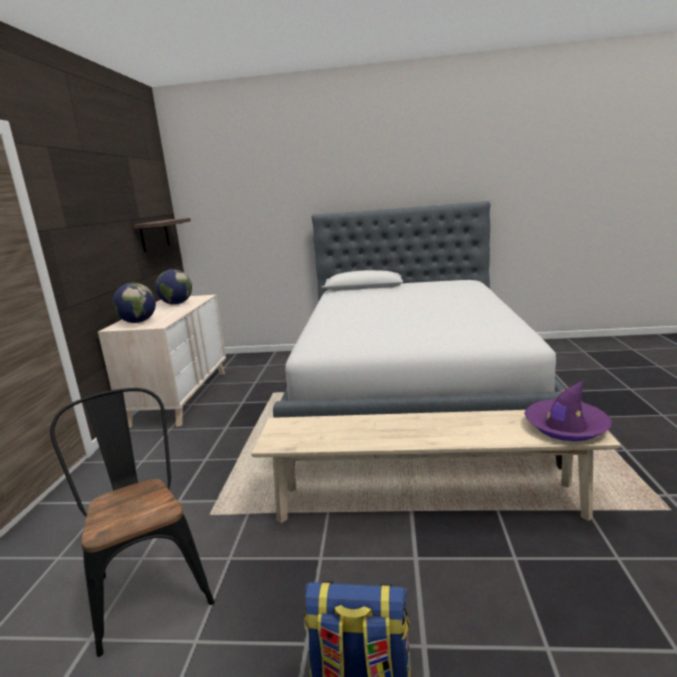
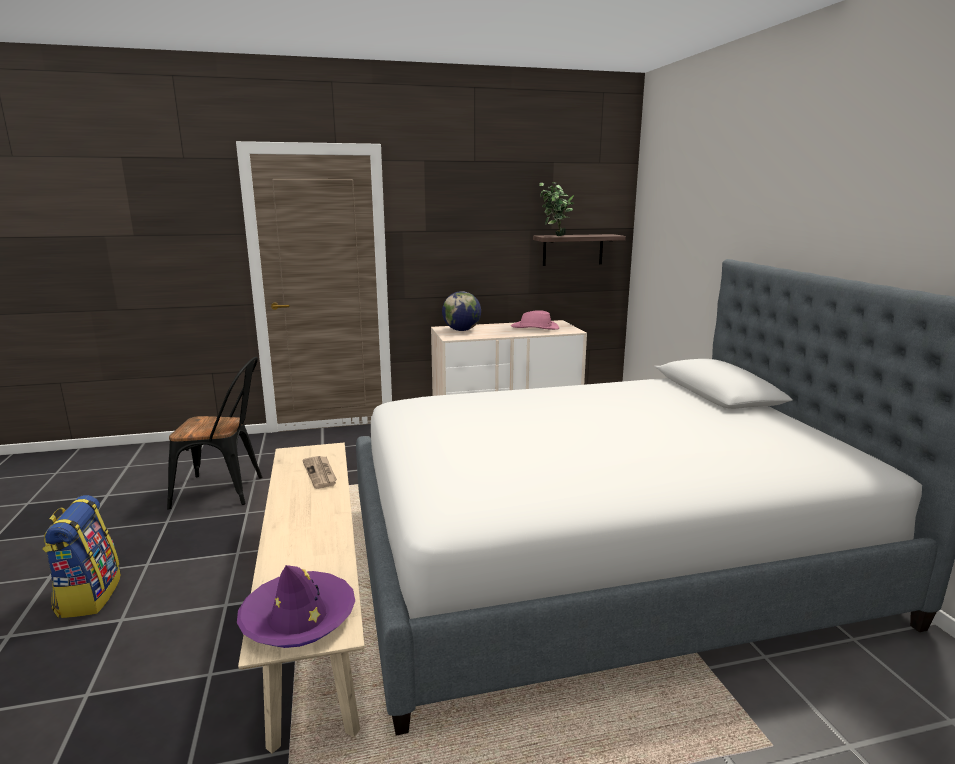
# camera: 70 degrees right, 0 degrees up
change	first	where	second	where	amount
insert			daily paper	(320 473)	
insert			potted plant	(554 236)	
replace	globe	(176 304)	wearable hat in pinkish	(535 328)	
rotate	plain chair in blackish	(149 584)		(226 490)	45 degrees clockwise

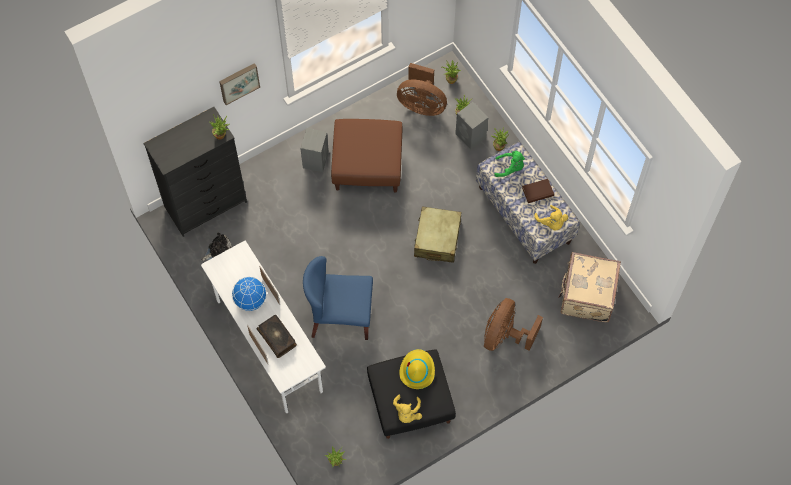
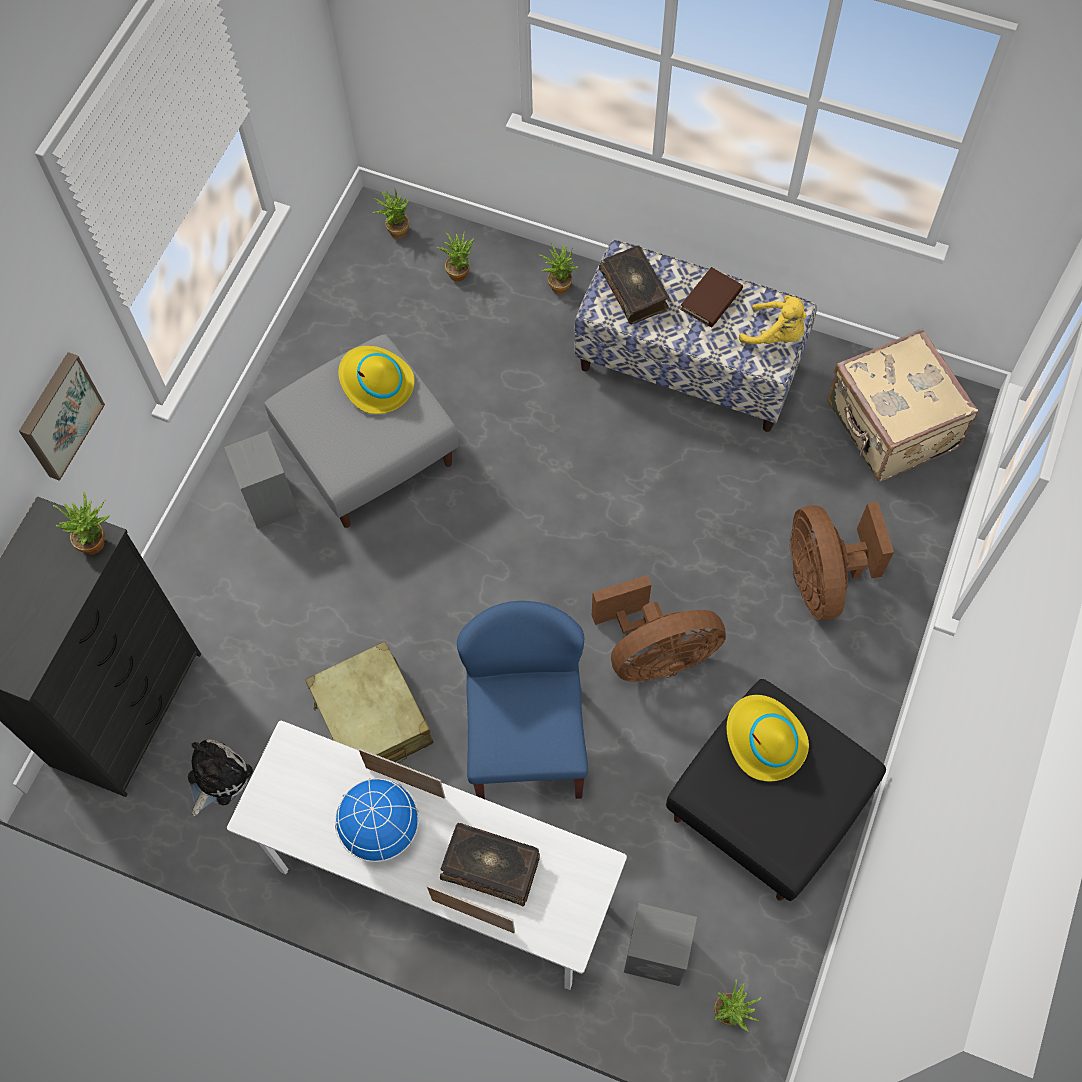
# camera: 35 degrees left, 0 degrees up
change	first	where	second	where	amount
delete	plush toy in yellow	(407 413)			
insert			wearable hat in yellow	(376 383)	
move	fan in brownish	(421 104)		(655 654)	
move	suitcase in beige-coloured	(437 239)		(372 719)	
move	audio speaker in greyish	(471 136)		(658 954)	
replace	plush toy in greenish	(510 168)	bound book	(634 290)	
recolor	footrest in brownish	(367 166)	footrest in greyish	(368 454)	
rotate	plain chair in blue	(340 316)		(526 740)	120 degrees clockwise

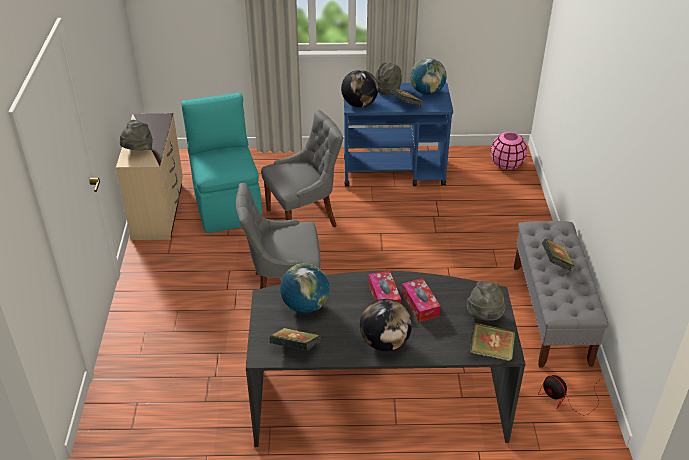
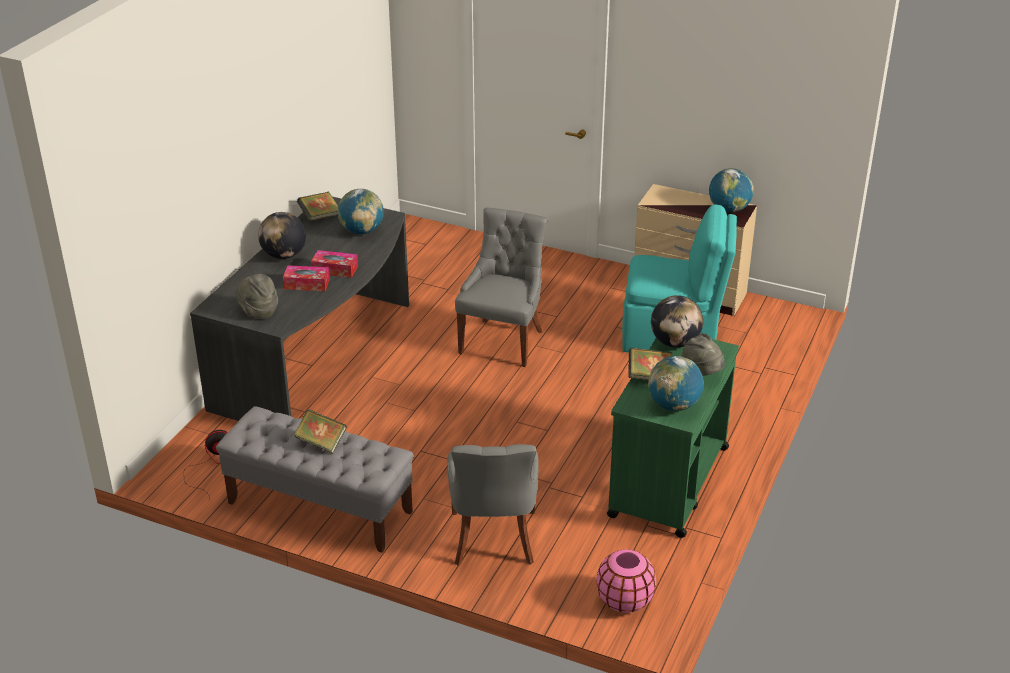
# camera: 115 degrees right, 5 degrees down
change	first	where	second	where	amount
delete	wearable hat in greyish	(138 151)			
delete	bound book	(490 351)			
insert			globe	(729 209)	
move	plain chair in greyish	(303 218)		(493 539)	
recolor	trolley in blue	(394 171)	trolley in greenish	(668 482)	

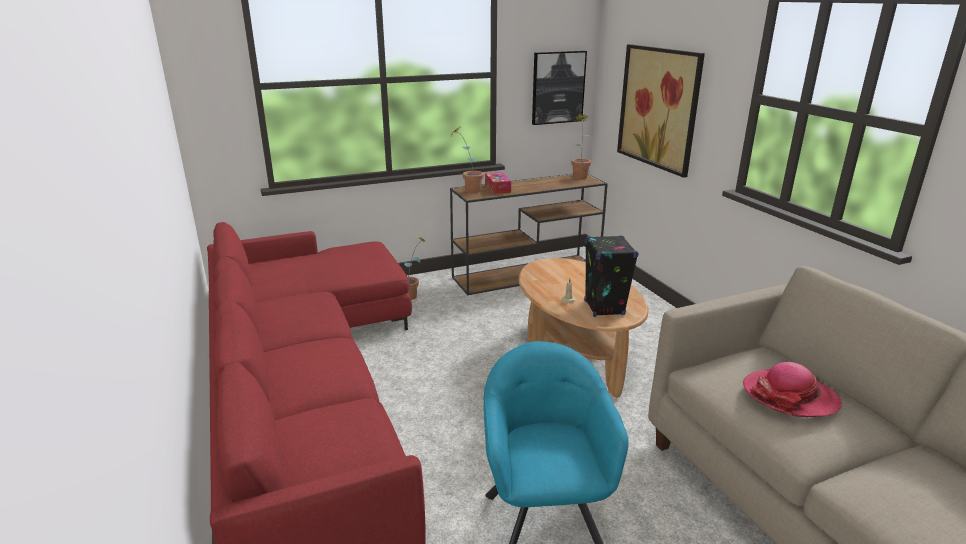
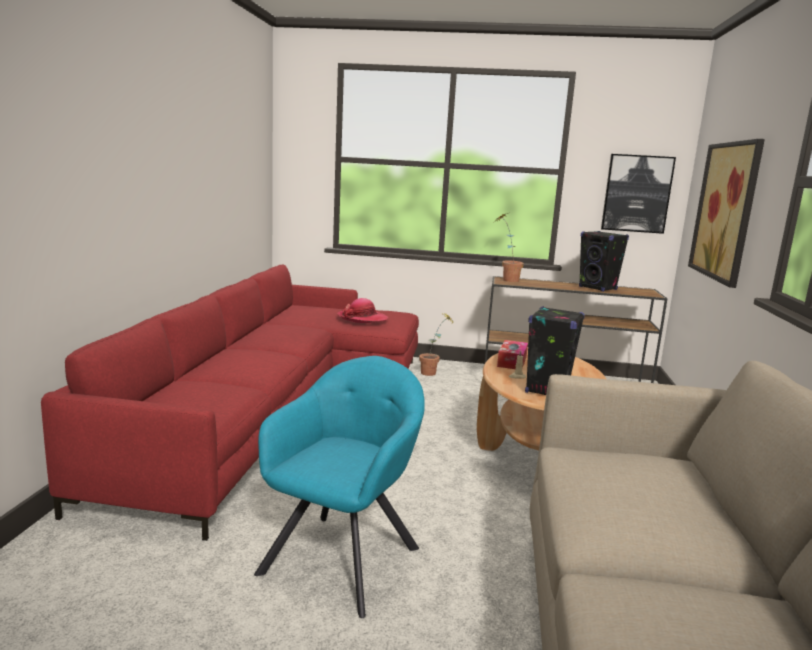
# camera: 30 degrees right, 10 degrees down
change	first	where	second	where	amount
delete	potted plant	(579 176)			
insert			audio speaker in blackish	(598 288)	
move	box of tissues	(497 188)		(512 361)	
move	wearable hat	(790 396)		(362 318)	

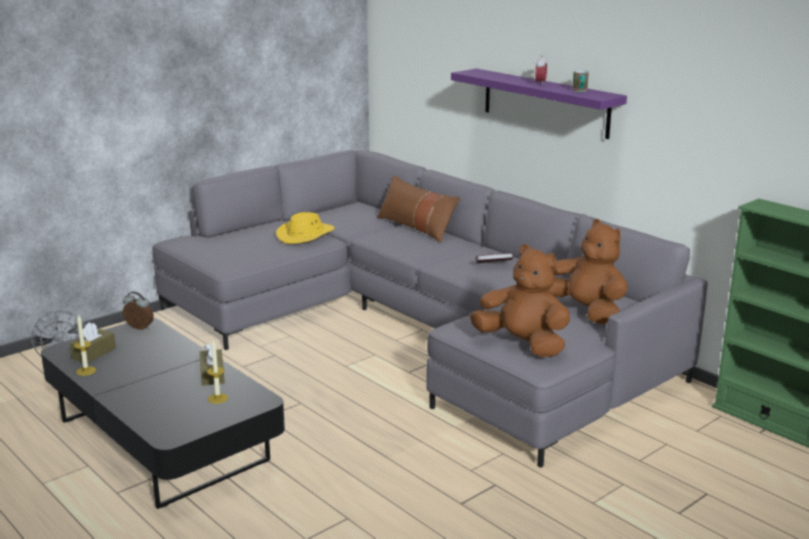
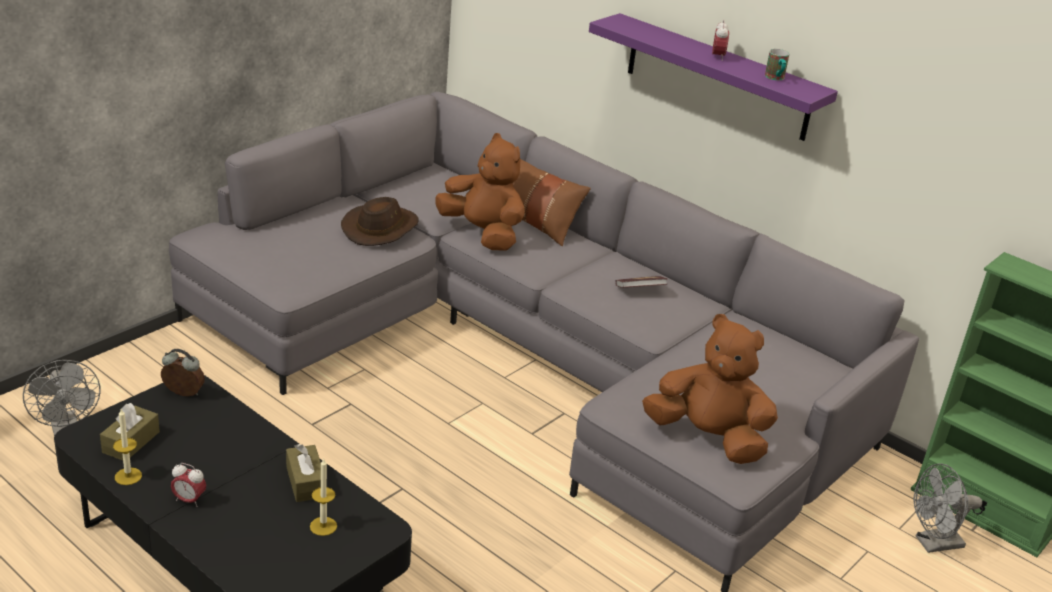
# camera: 10 degrees left, 10 degrees up
change	first	where	second	where	amount
insert			alarm clock	(189 500)	
insert			fan in greyish	(933 544)	
move	plush toy in brownish	(586 312)		(483 234)	
recolor	wearable hat in yellow	(306 235)	wearable hat in brownish	(380 228)	

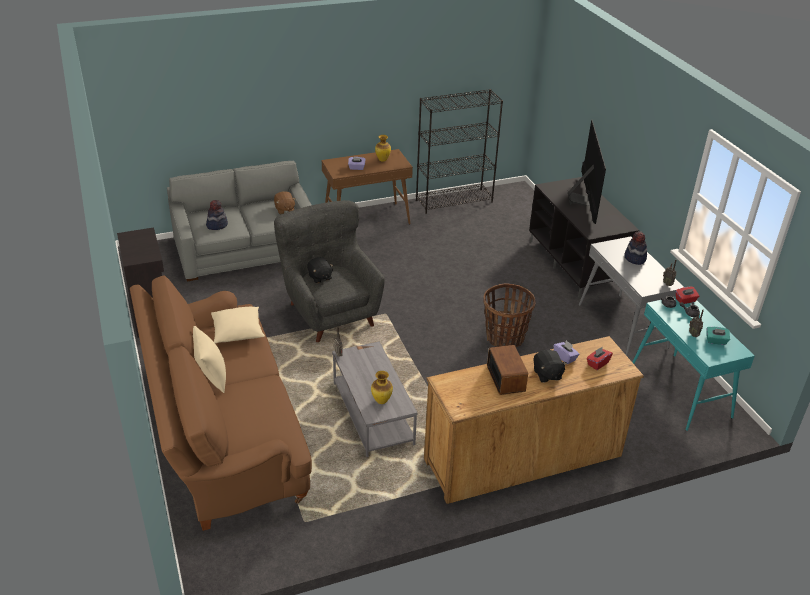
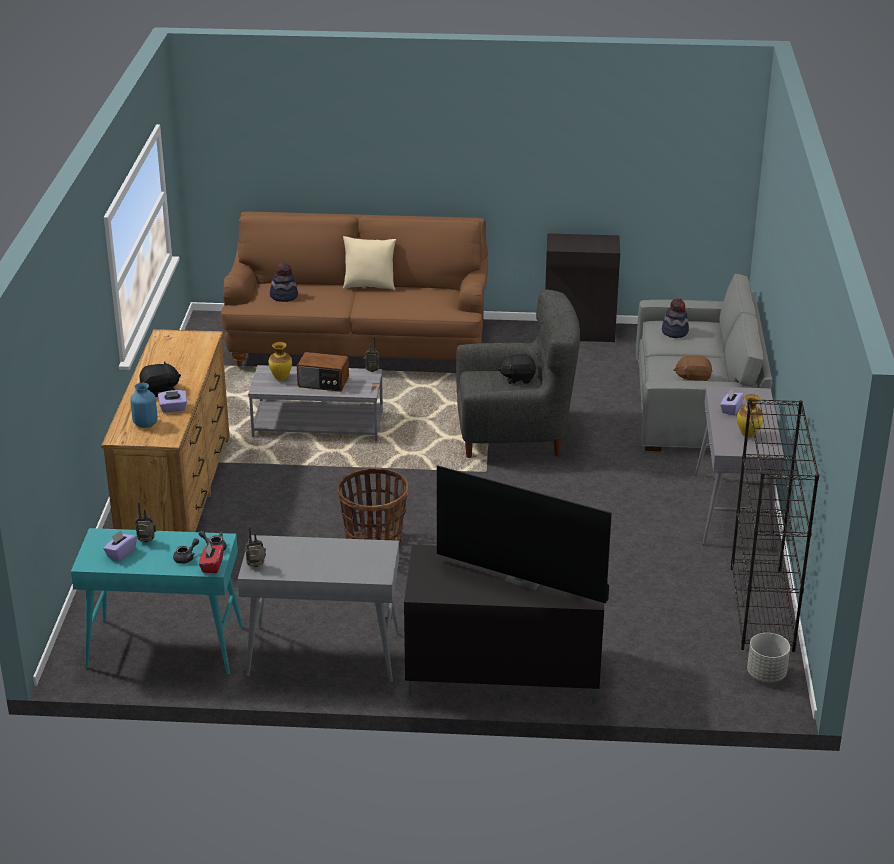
# camera: 115 degrees right, 5 degrees down
change	first	where	second	where	amount
delete	throw pillow in beige-coloured	(238 333)			
insert			flower pot in greyish	(766 674)	
move	radio set	(506 378)		(323 383)	
move	wearable hat	(634 258)		(284 296)	
replace	box of tissues in red-coloured	(597 363)	vase in blue	(145 424)	
recolor	narrow table in brownish	(367 219)	narrow table in greyish	(734 510)	
recolor	box of tissues in blue-green	(716 341)	box of tissues in purple-coloured	(121 553)	
rotate	plush toy in blackish	(547 374)		(160 390)	150 degrees clockwise

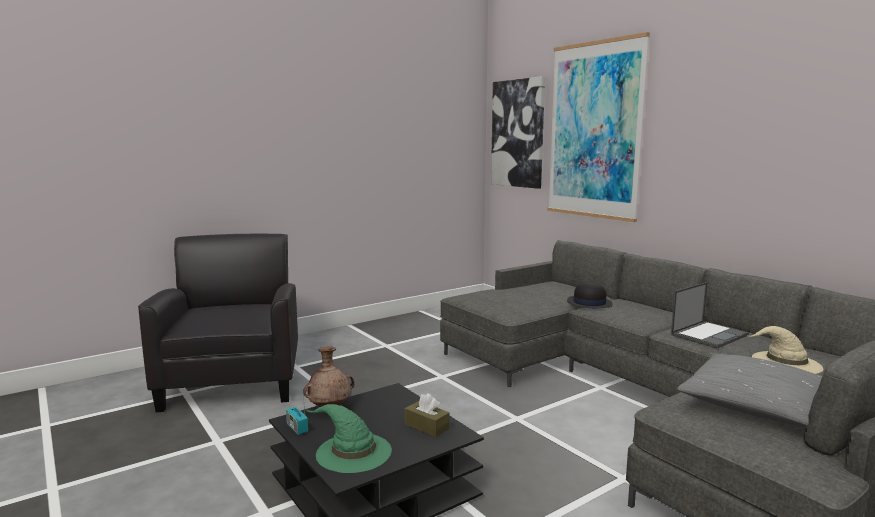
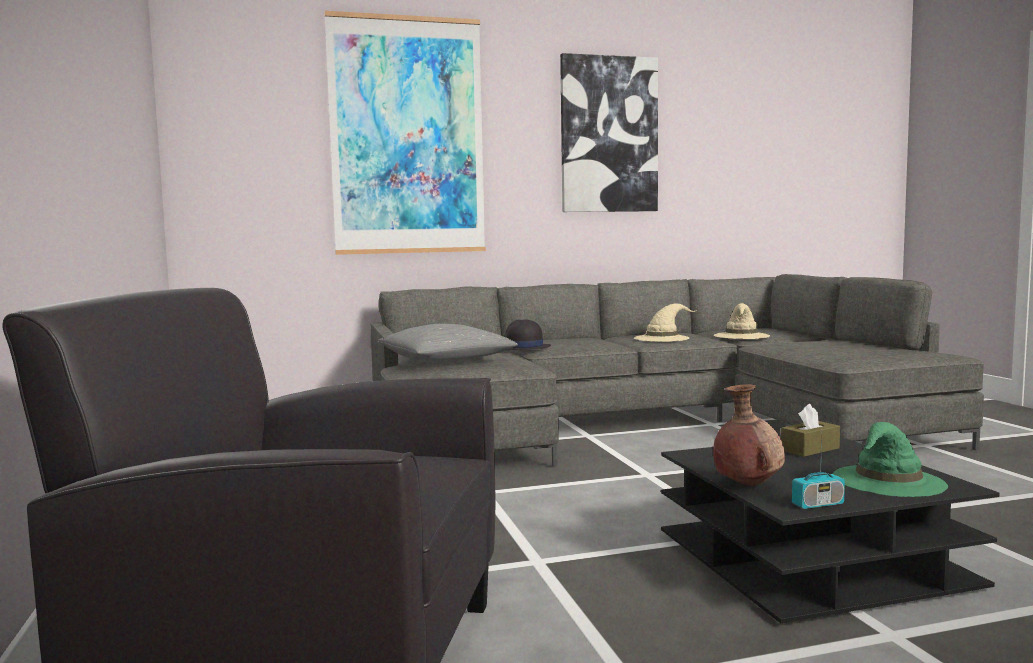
# camera: 70 degrees left, 5 degrees down
change	first	where	second	where	amount
move	picture	(518 133)		(608 135)	
move	throw pillow in greyish	(757 406)		(446 361)	
replace	portable computer	(709 335)	wearable hat in beige-coloured	(662 338)	

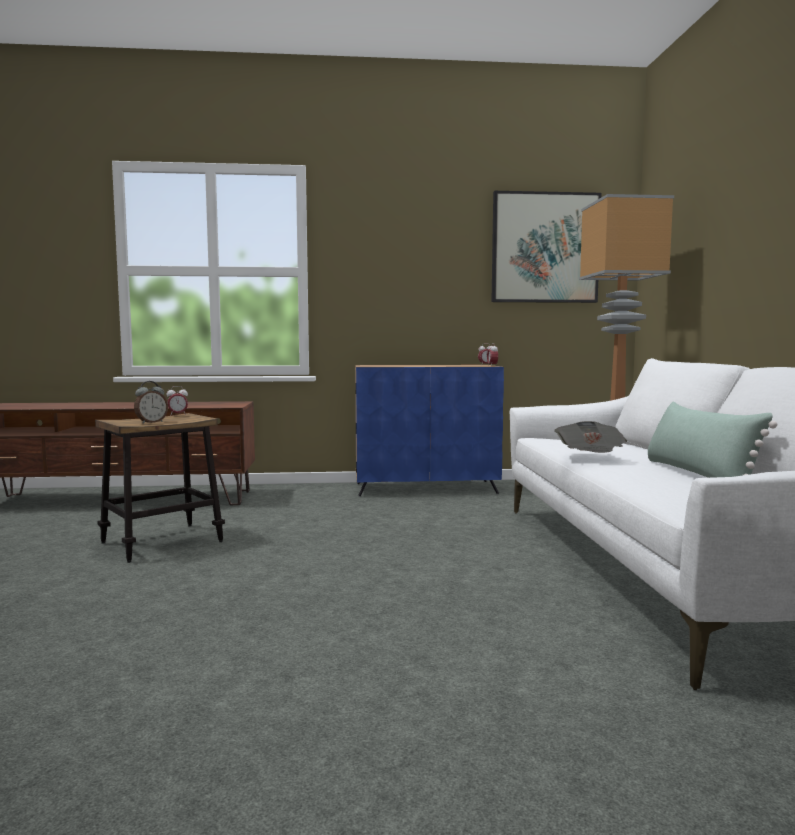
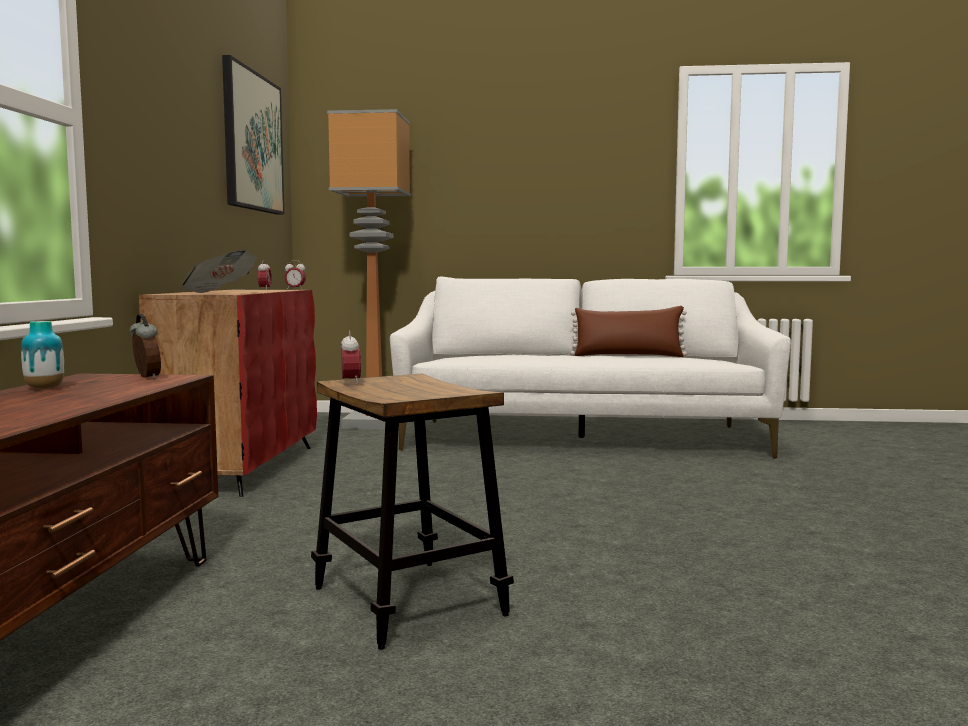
# camera: 80 degrees left, 0 degrees up
change	first	where	second	where	amount
insert			vase	(44 388)	
move	alarm clock	(151 422)		(145 377)	
move	daily paper	(590 457)		(219 293)	
recolor	cupboard in blue	(426 488)	cupboard in red-coloured	(242 468)	
recolor	throw pillow in greenish	(698 474)	throw pillow in brownish	(628 356)	

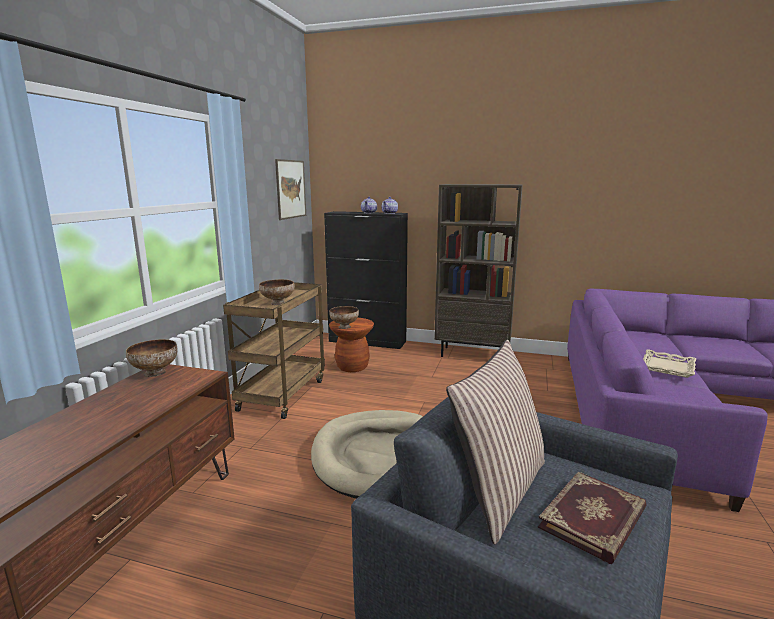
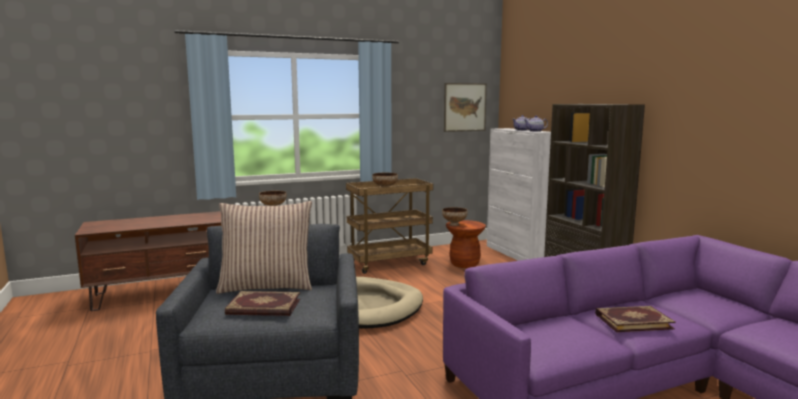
# camera: 50 degrees right, 5 degrees down
change	first	where	second	where	amount
replace	serving tray in beige-coloured	(667 367)	bound book	(633 321)	
recolor	cupboard in blackish	(367 341)	cupboard in whitish	(516 254)	

